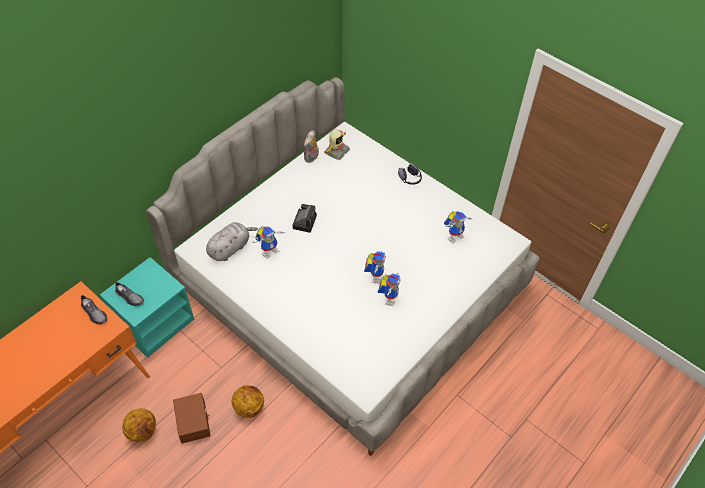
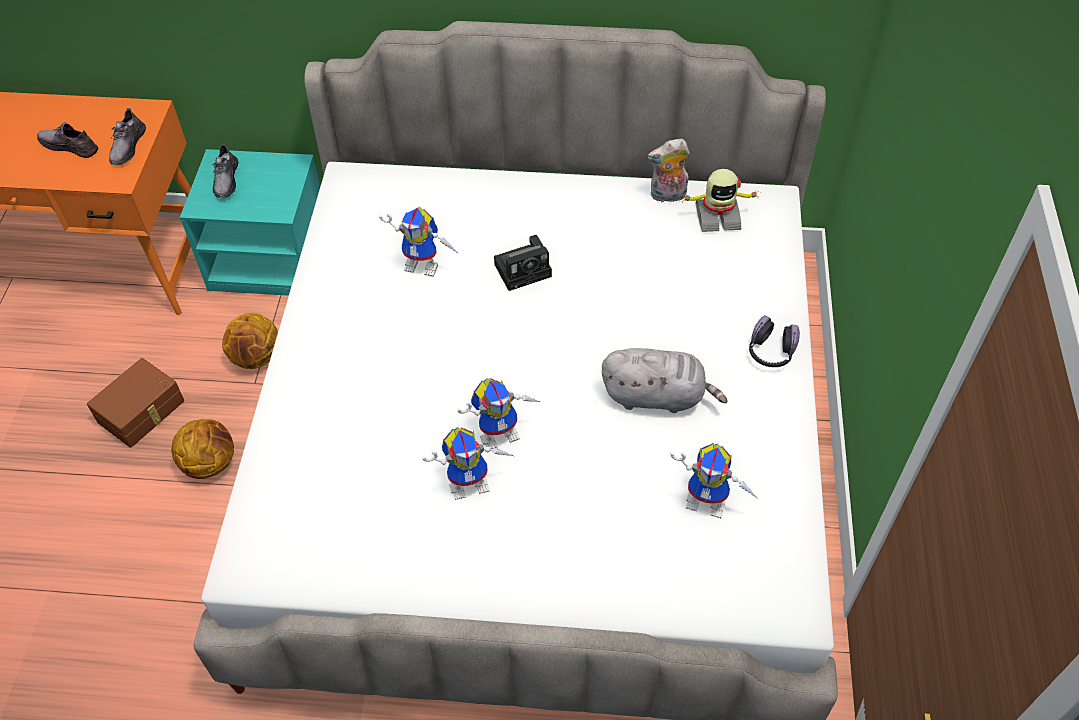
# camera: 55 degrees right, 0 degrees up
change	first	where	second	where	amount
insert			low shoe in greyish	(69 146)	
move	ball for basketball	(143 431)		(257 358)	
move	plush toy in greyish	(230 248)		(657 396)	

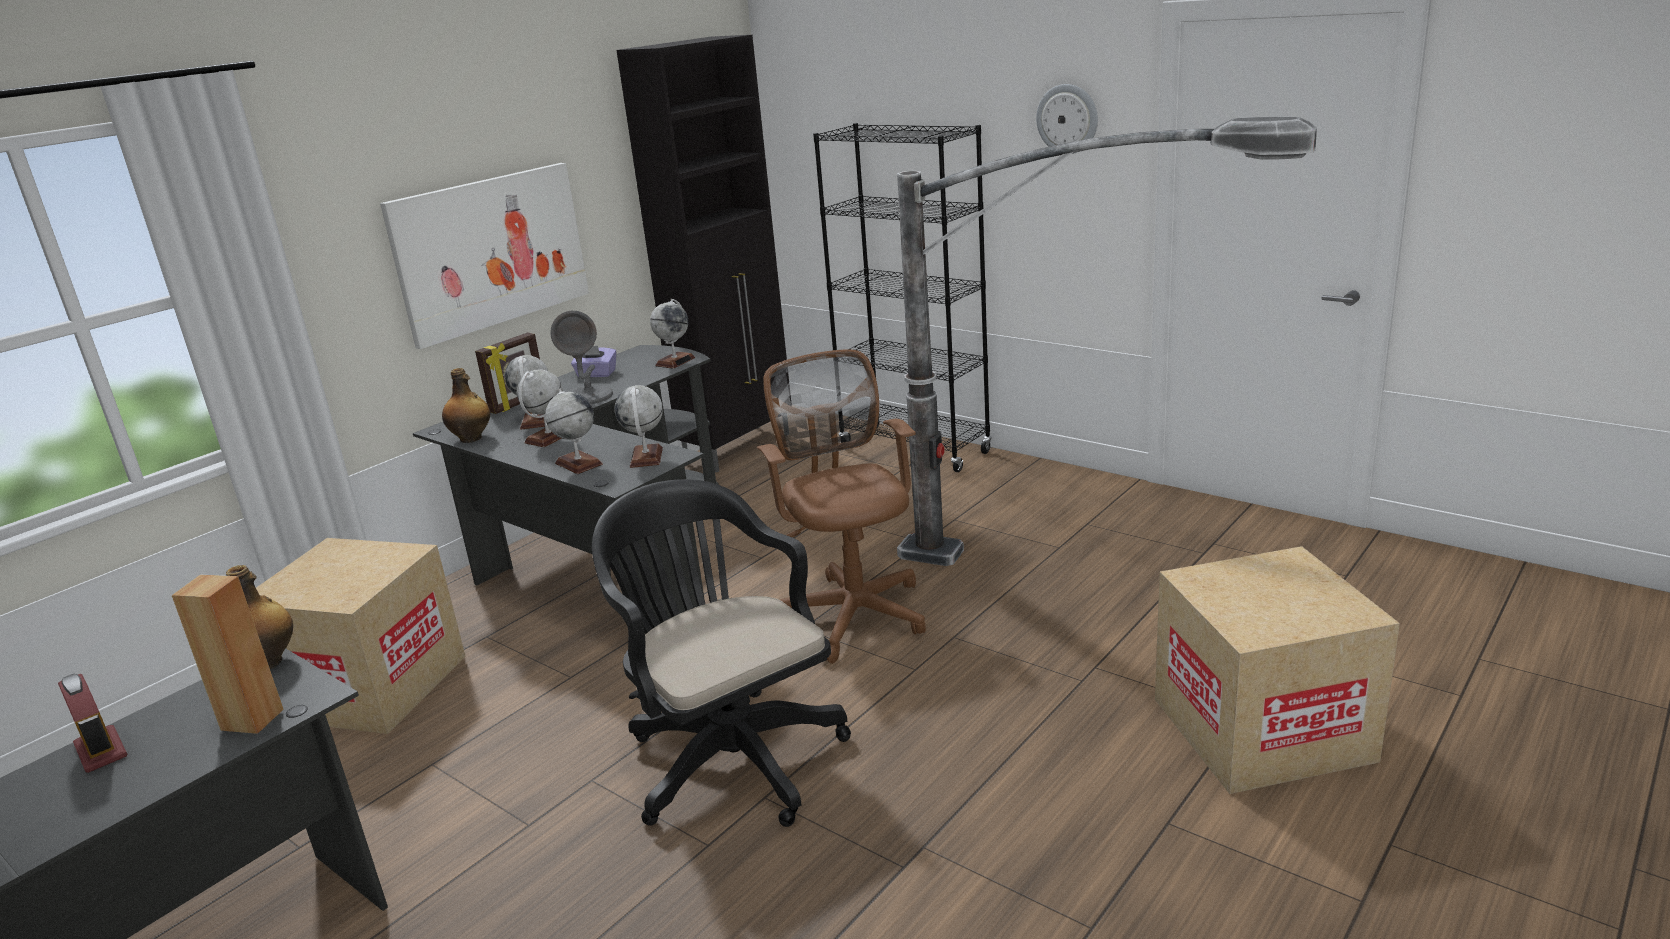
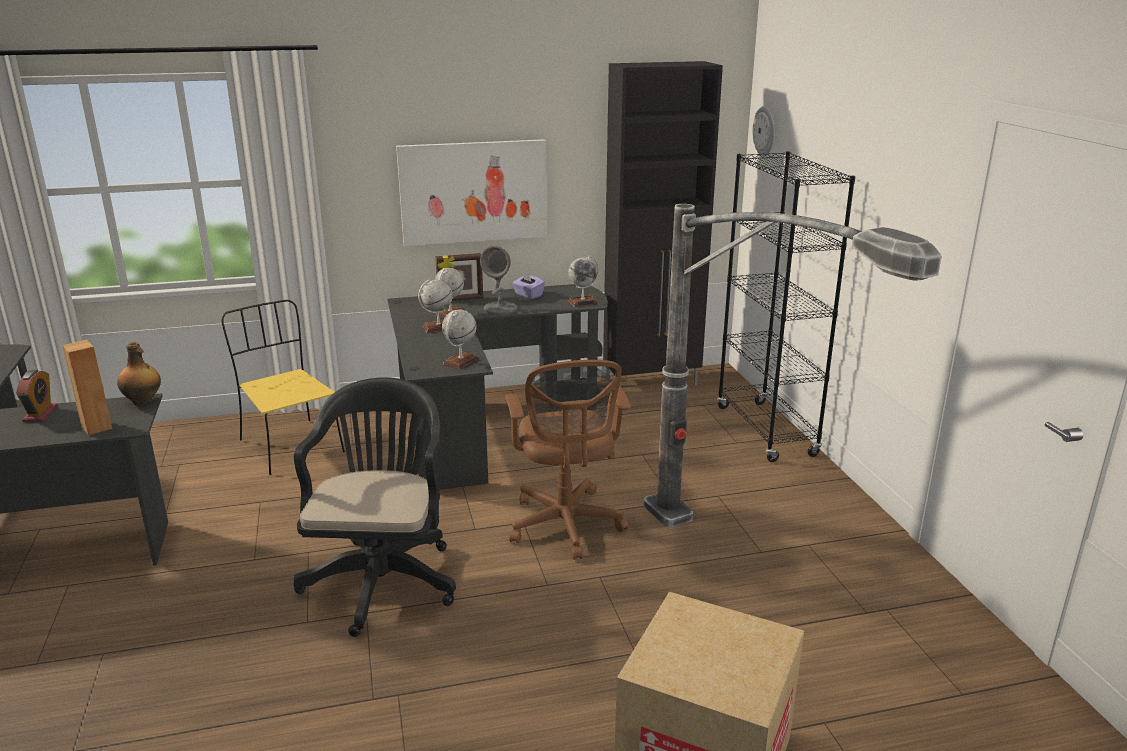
# camera: 35 degrees right, 0 degrees up
change	first	where	second	where	amount
delete	drink bottle	(472 438)			
delete	globe	(578 464)			
move	clock on the wall	(1067 119)		(765 131)	
replace	packing box	(372 687)	plain chair in yellow	(290 445)	
rotate	computer chair in brownish	(853 611)		(566 527)	150 degrees clockwise

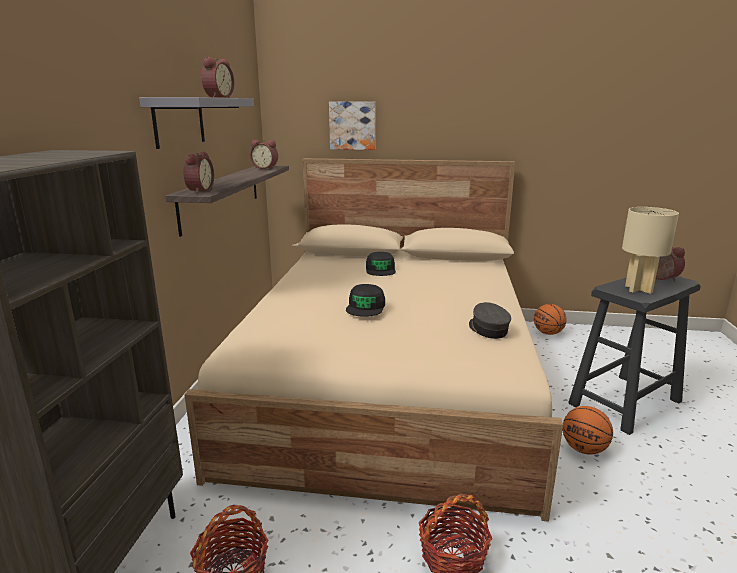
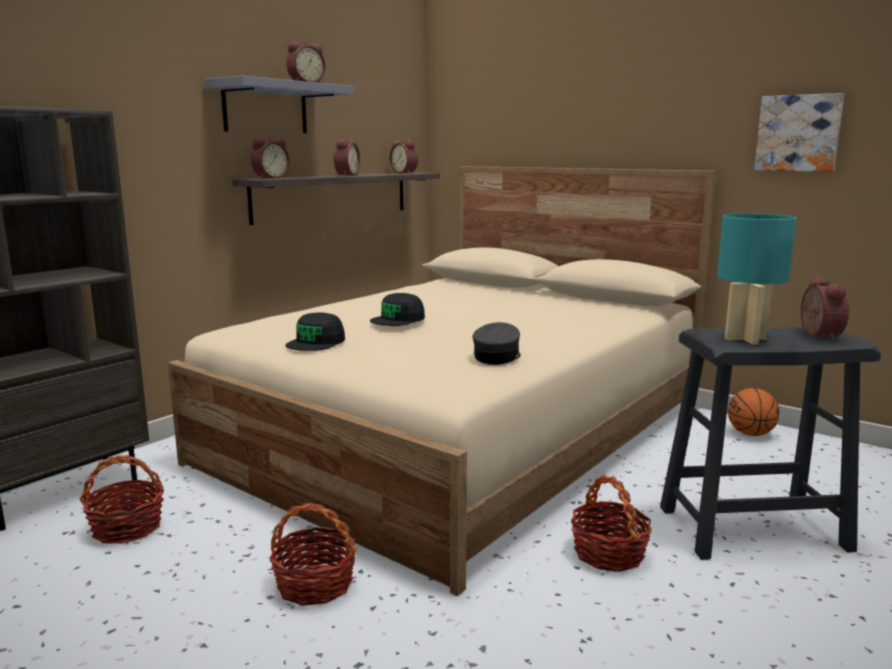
# camera: 30 degrees right, 5 degrees down
change	first	where	second	where	amount
insert			alarm clock	(345 175)	
move	picture	(352 125)		(798 133)	
move	peaked cap in blackish	(380 270)		(316 342)	
replace	ball for basketball	(584 449)	storage basket	(608 553)	
recolor	lamp for a table in beige-coloured	(639 289)	lamp for a table in blue-green	(746 339)	

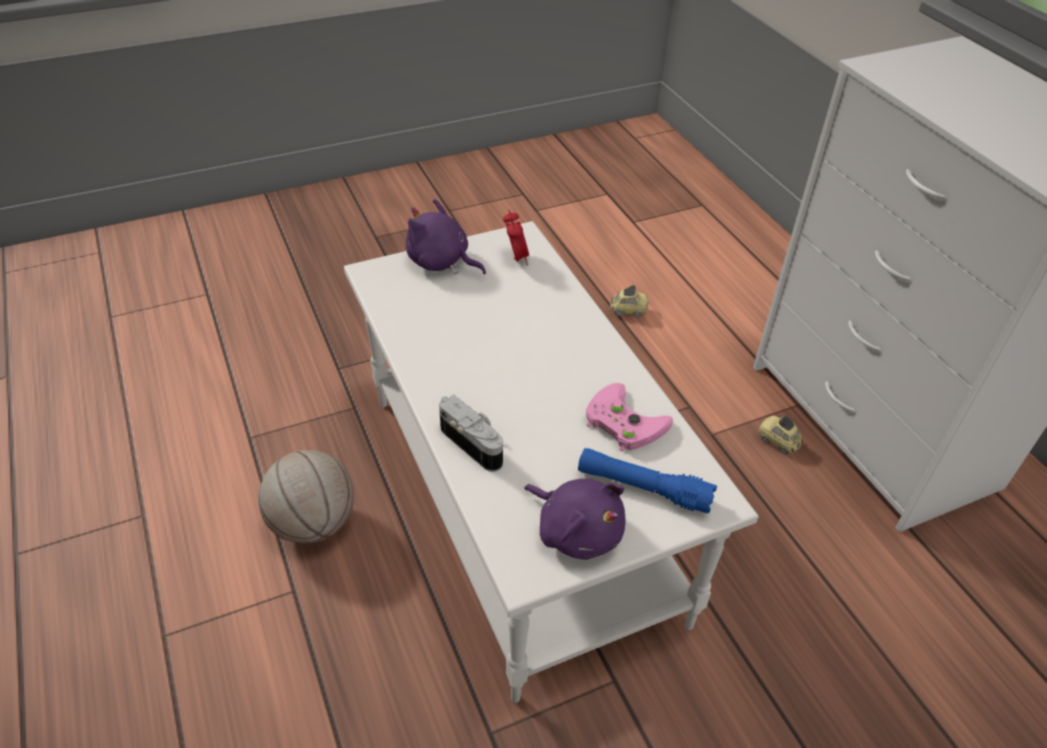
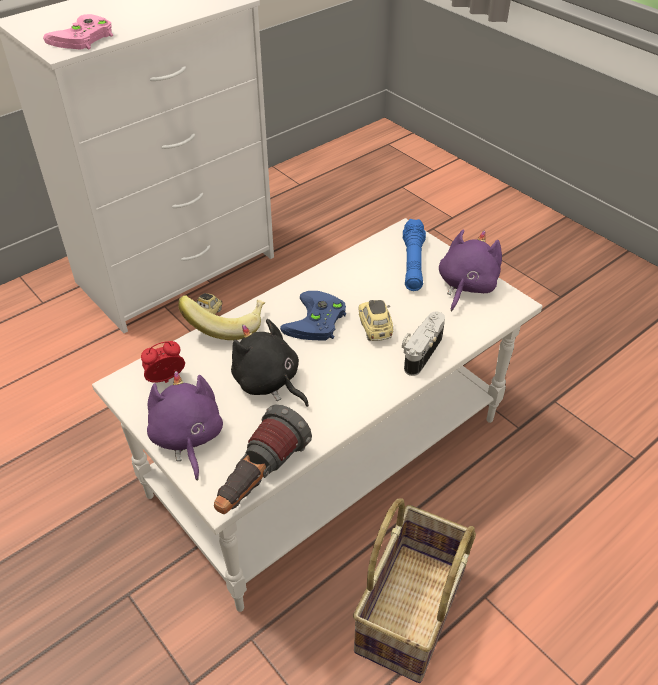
# camera: 105 degrees left, 0 degrees up
change	first	where	second	where	amount
insert			whole banana	(226 325)	
insert			hand torch	(259 480)	
insert			plush toy in blackish	(268 382)	
insert			game controller in blue	(316 322)	
move	game controller in pinkish	(621 421)		(82 39)	
move	miniature car	(628 310)		(375 329)	
replace	ball for basketball	(313 524)	storage basket	(412 612)	
rotate	plush toy in purple-coloured	(441 262)		(187 438)	150 degrees clockwise

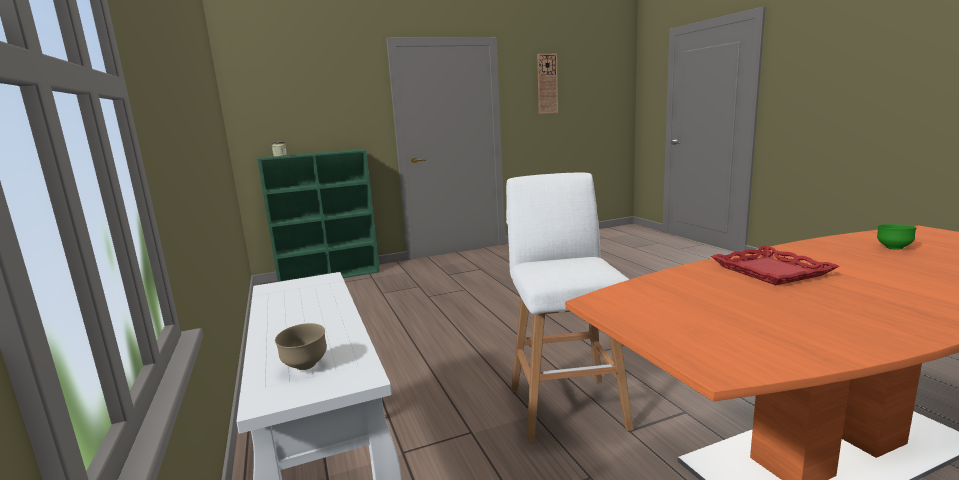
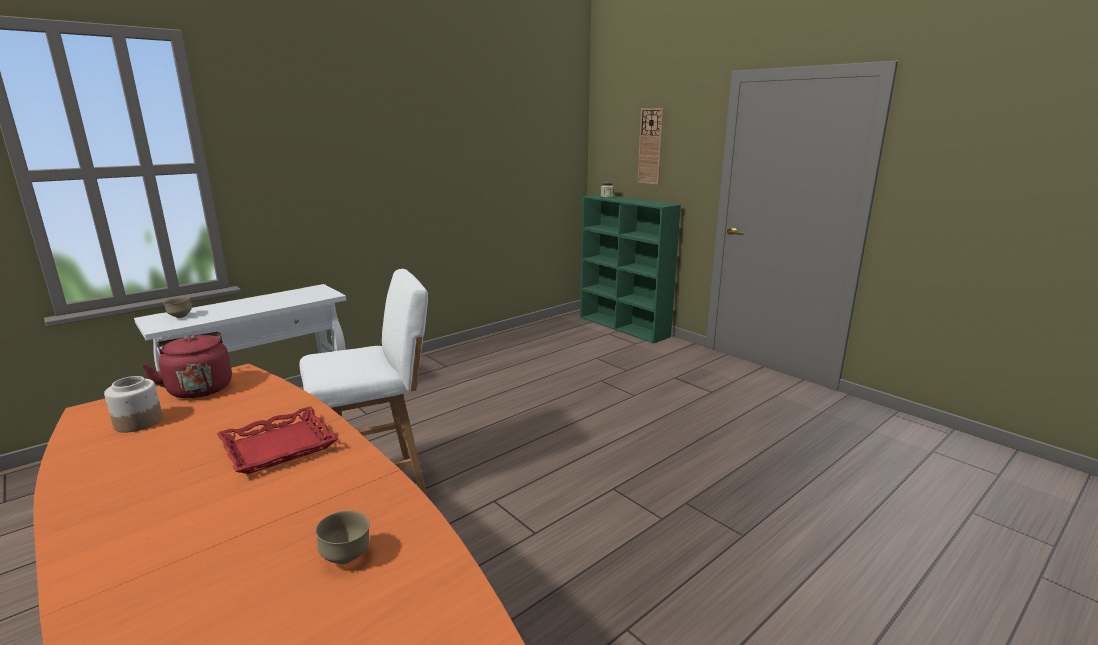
# camera: 70 degrees right, 5 degrees up
change	first	where	second	where	amount
insert			storage jar	(138 422)	
insert			kettle in red-coloured	(199 388)	
move	clock on the wall	(547 84)		(650 146)	
recolor	deep dish in greenish	(893 248)	deep dish in brownish	(347 557)	

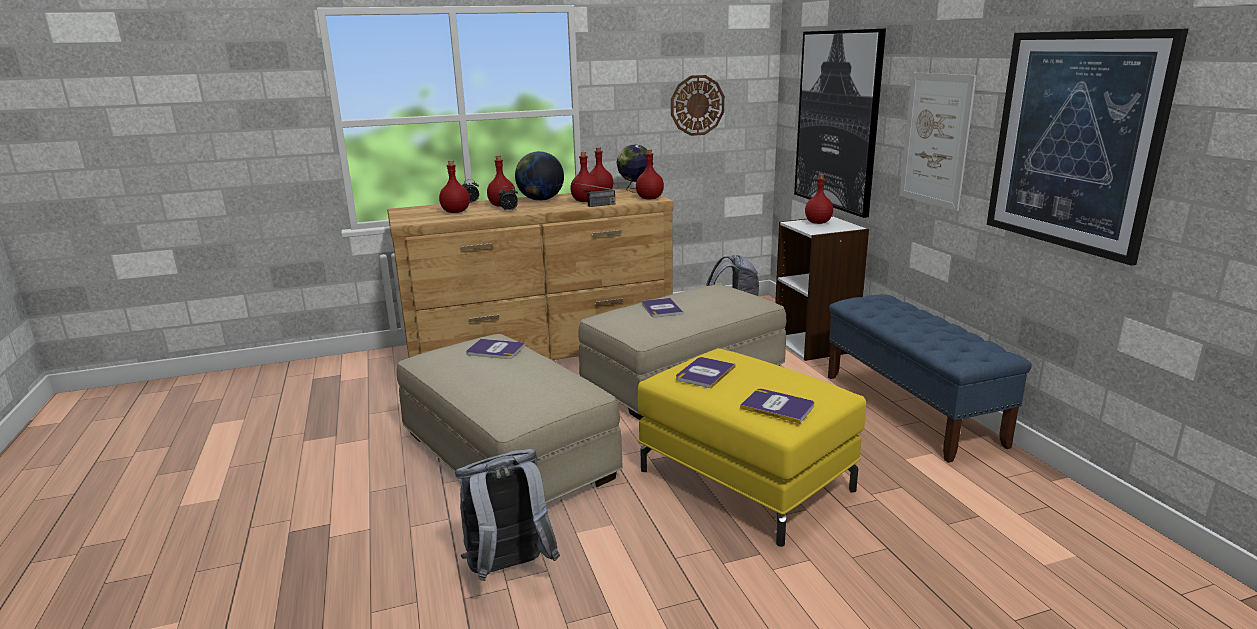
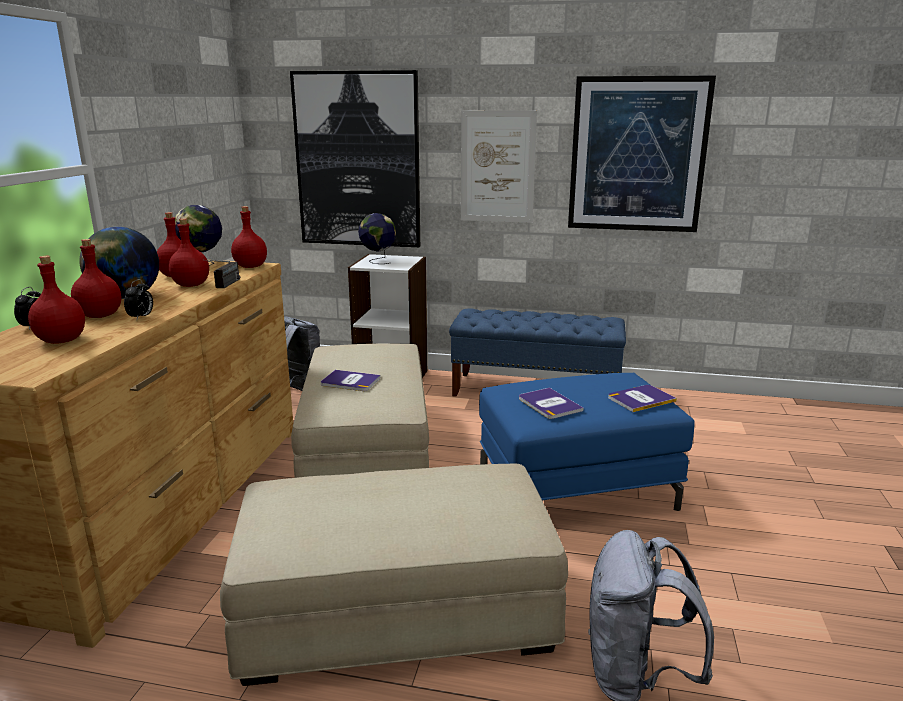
# camera: 60 degrees left, 0 degrees up
change	first	where	second	where	amount
delete	bound book	(495 350)			
delete	clock on the wall	(697 105)			
replace	drink bottle in red-coloured	(817 222)	globe	(378 261)	
recolor	footrest in yellow	(746 480)	footrest in blue	(576 488)	

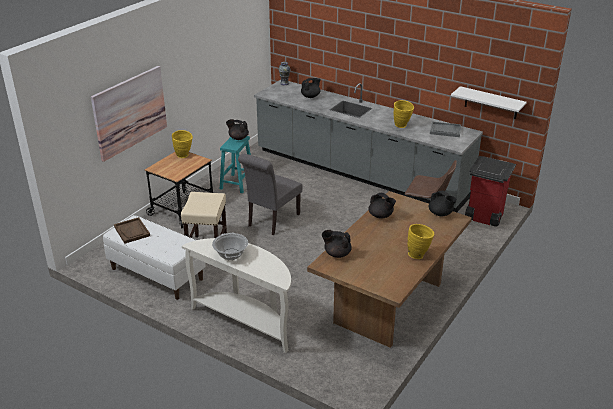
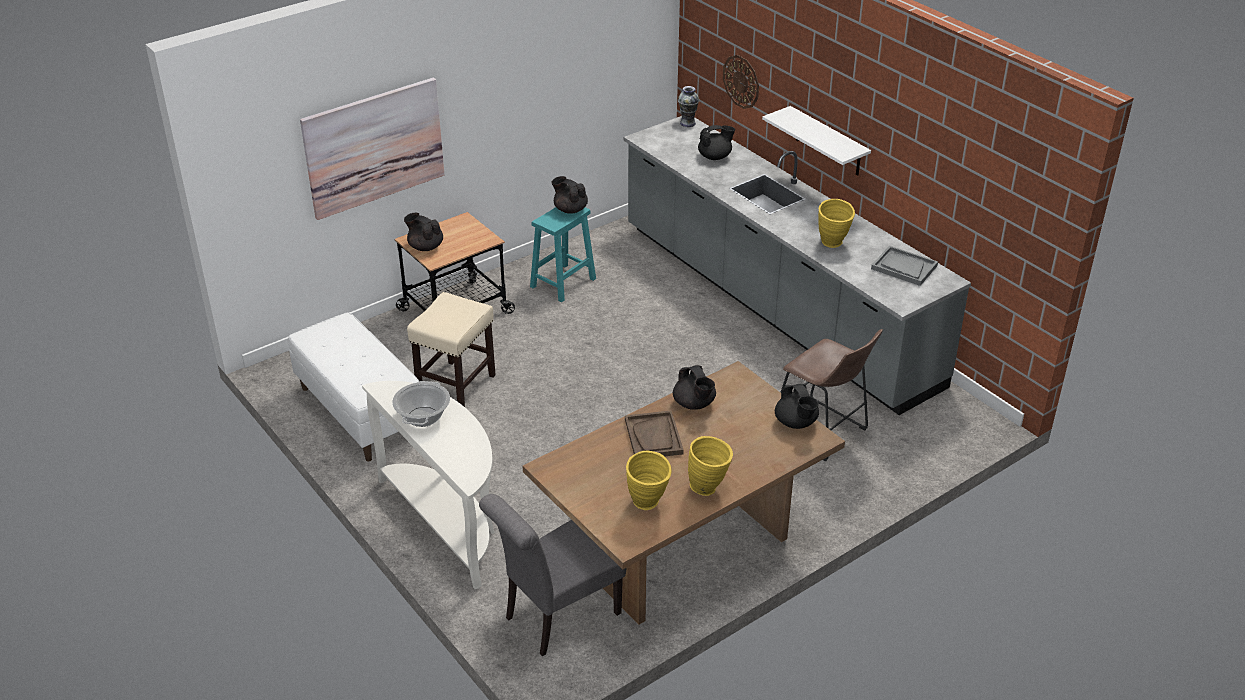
# camera: 20 degrees right, 5 degrees up
change	first	where	second	where	amount
delete	waste bin in red-coloured	(483 217)			
insert			clock on the wall	(741 81)	
move	serving tray in brownish	(132 231)		(653 437)	
move	vase in yellow	(184 156)		(648 505)	
move	plain chair in greyish	(271 221)		(556 618)	
move	tea pot in blackish	(337 254)		(425 247)	
move	bracket shelf in whitish	(491 103)		(828 142)	

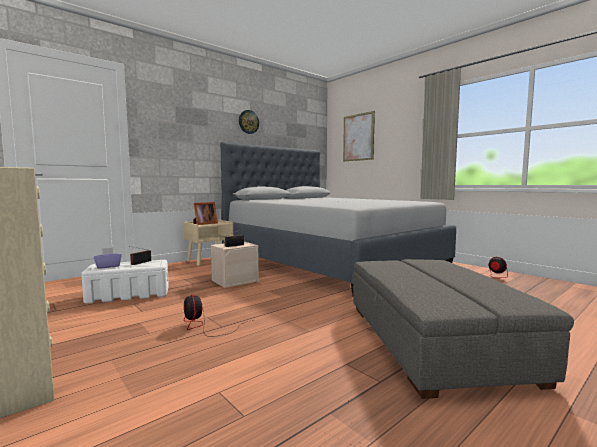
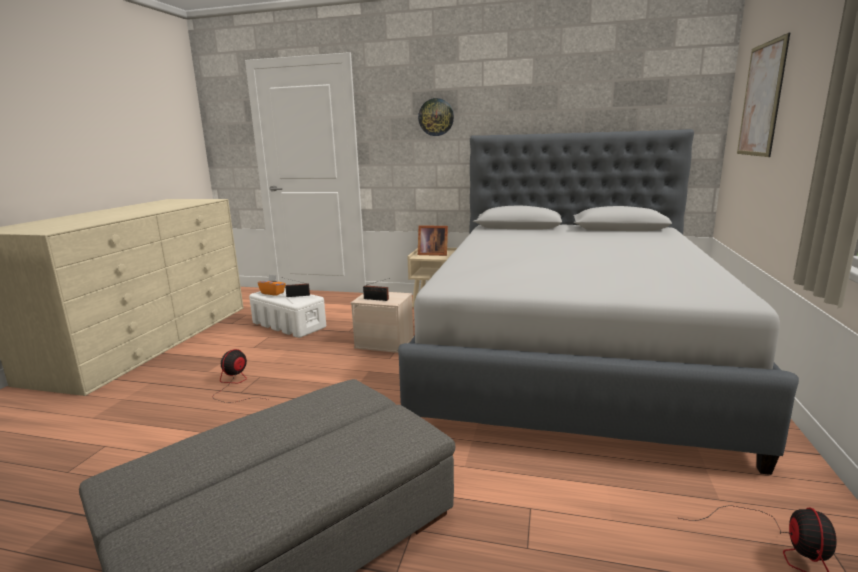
# camera: 55 degrees right, 10 degrees up
change	first	where	second	where	amount
move	clock on the wall	(248 122)		(436 117)	
recolor	box of tissues in purple-coloured	(108 266)	box of tissues in orange	(273 293)	

